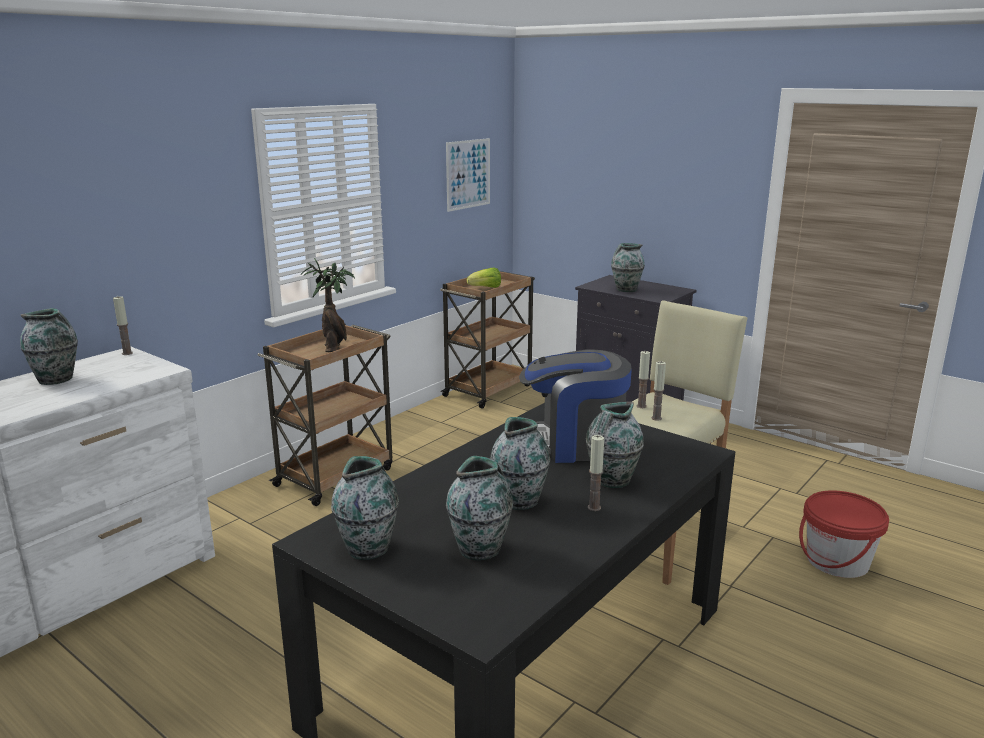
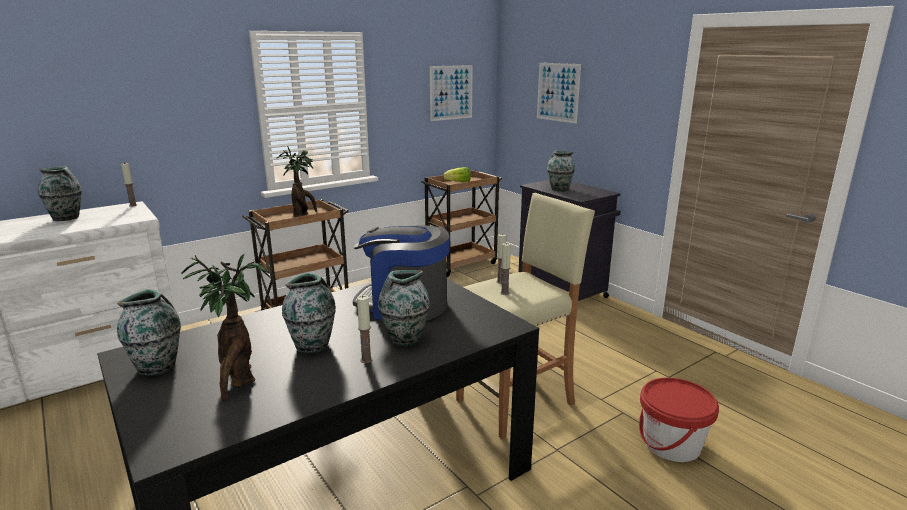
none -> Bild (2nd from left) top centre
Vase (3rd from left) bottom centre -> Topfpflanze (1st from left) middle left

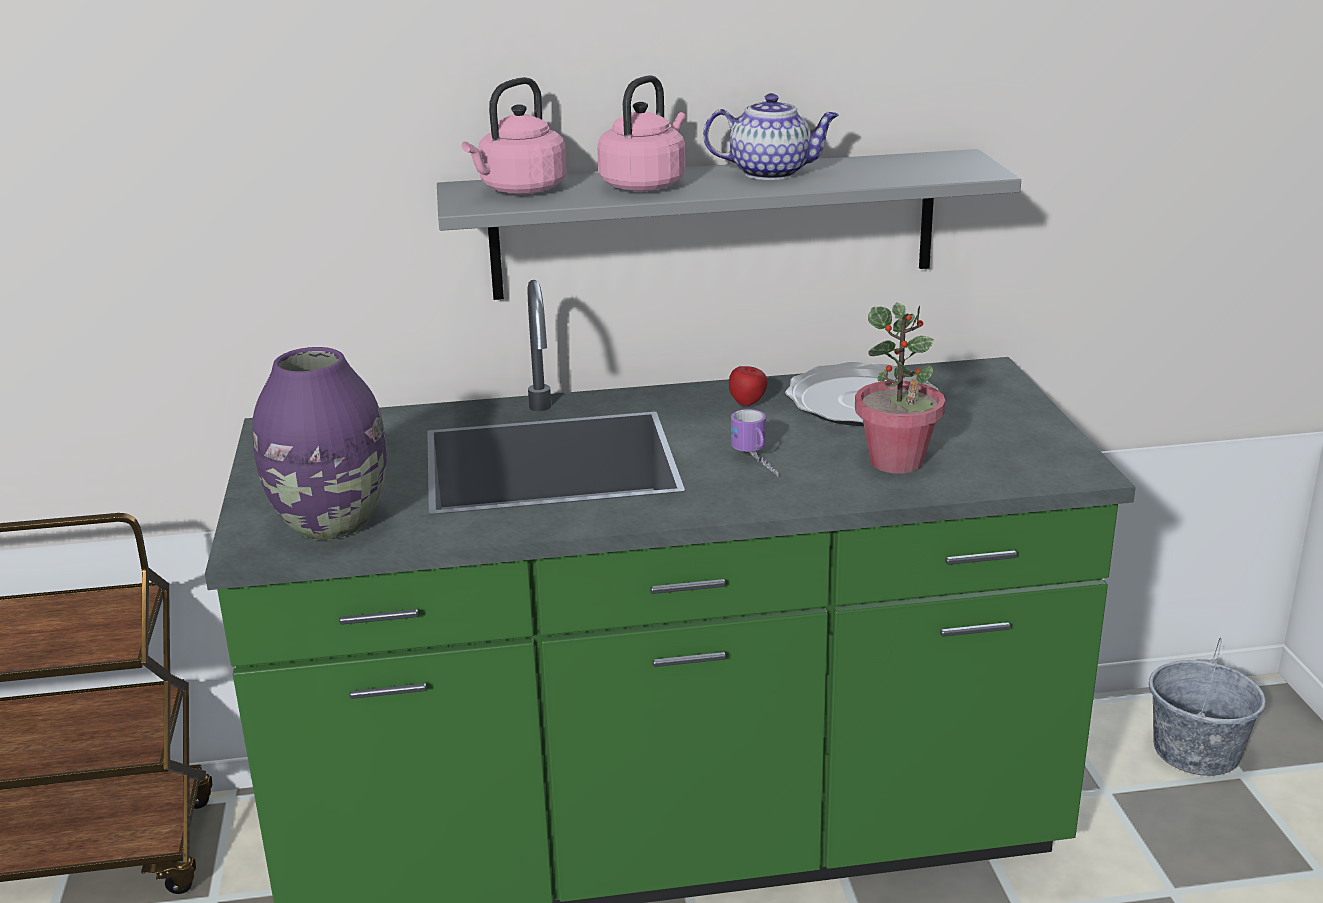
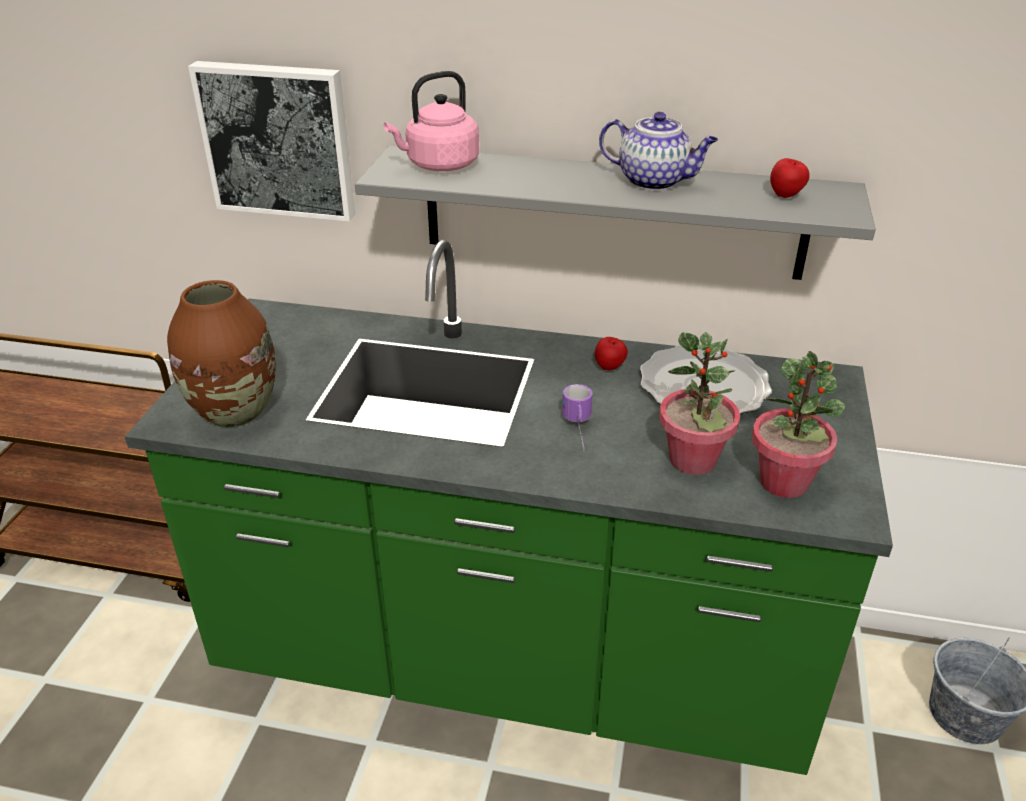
Wasserkessel/rosa (2nd from left) top centre -> none
none -> Bild top left
none -> Topfpflanze (2nd from left) middle right
none -> Apfel (2nd from left) top right
Vase/lila middle left -> Vase/braun middle left

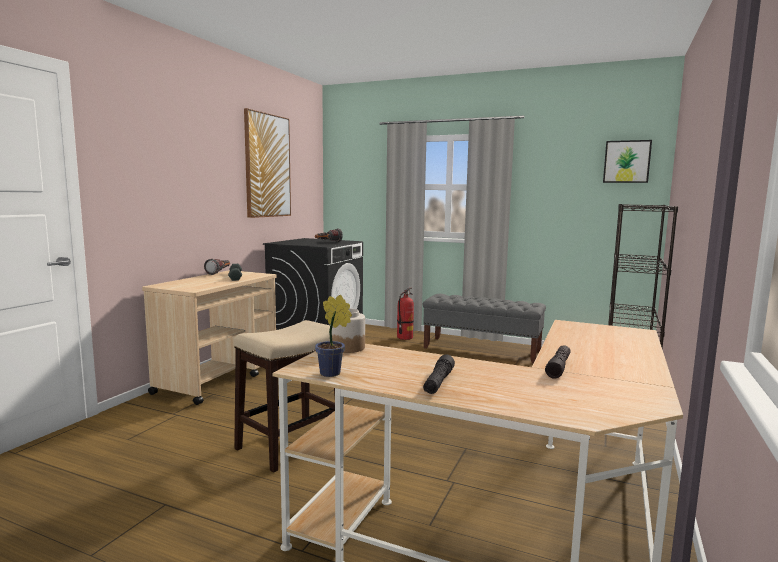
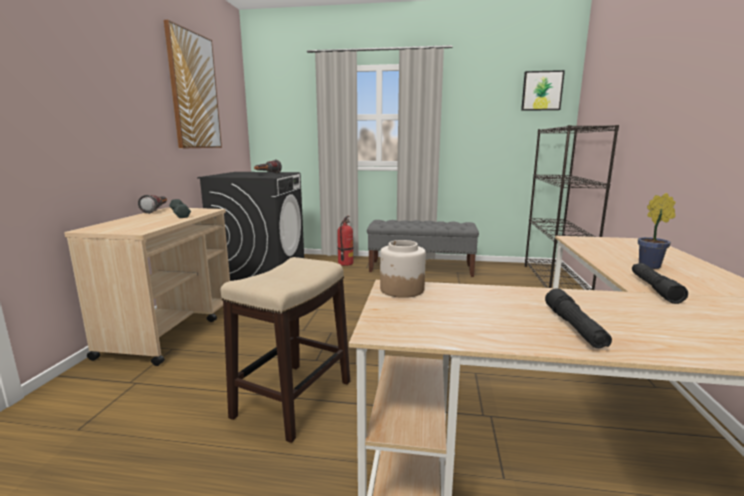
Topfpflanze centre -> Topfpflanze middle right, move

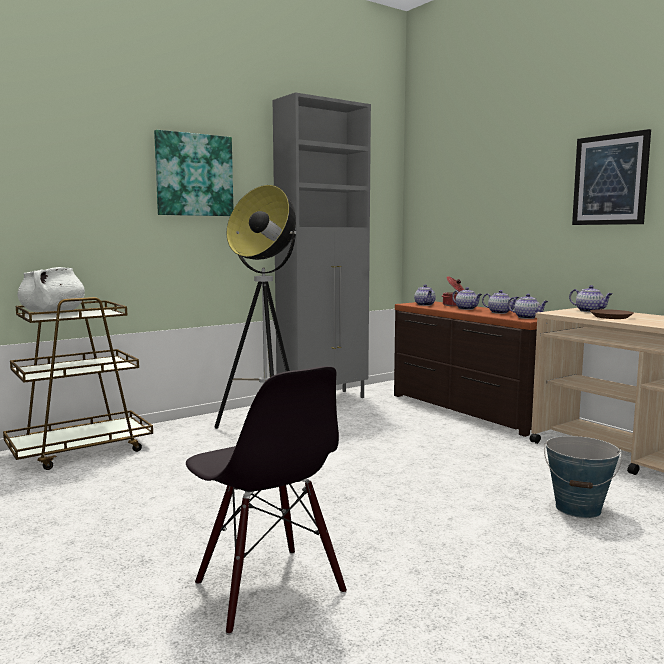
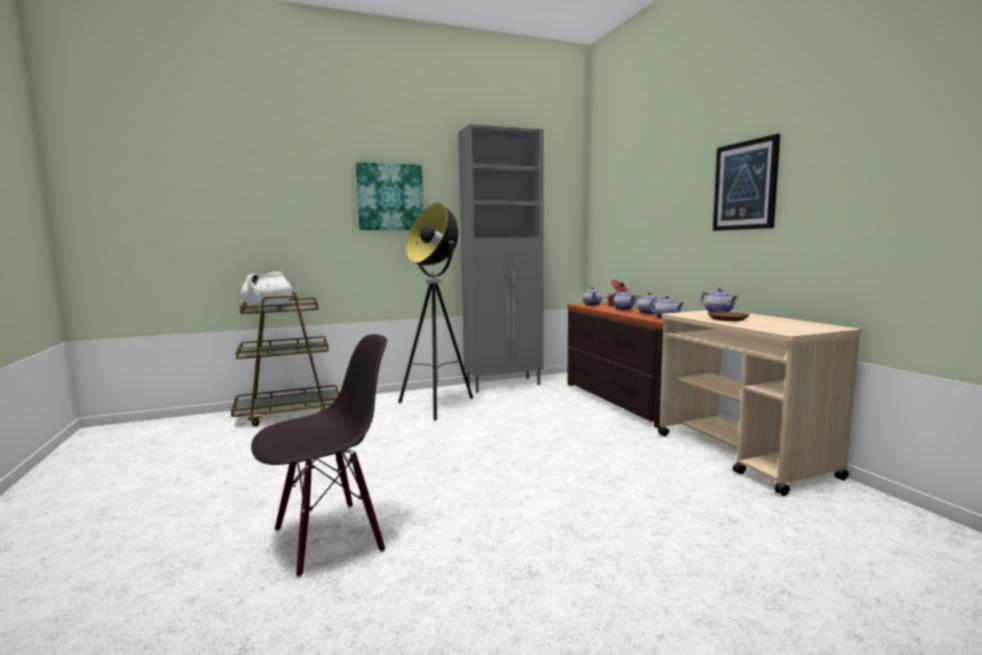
Eimer bottom right -> none
Stuhl/schwarz bottom centre -> Stuhl/schwarz bottom left, 105 degrees counterclockwise

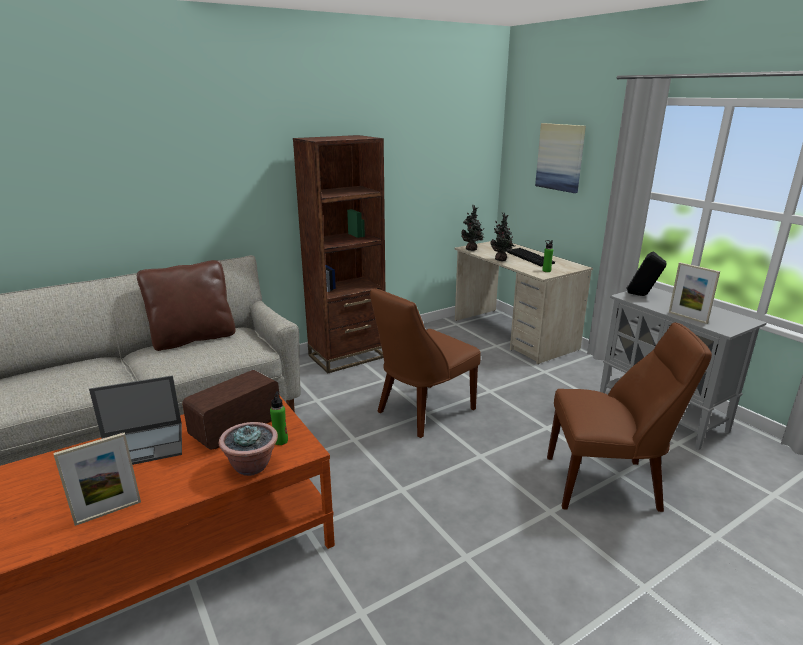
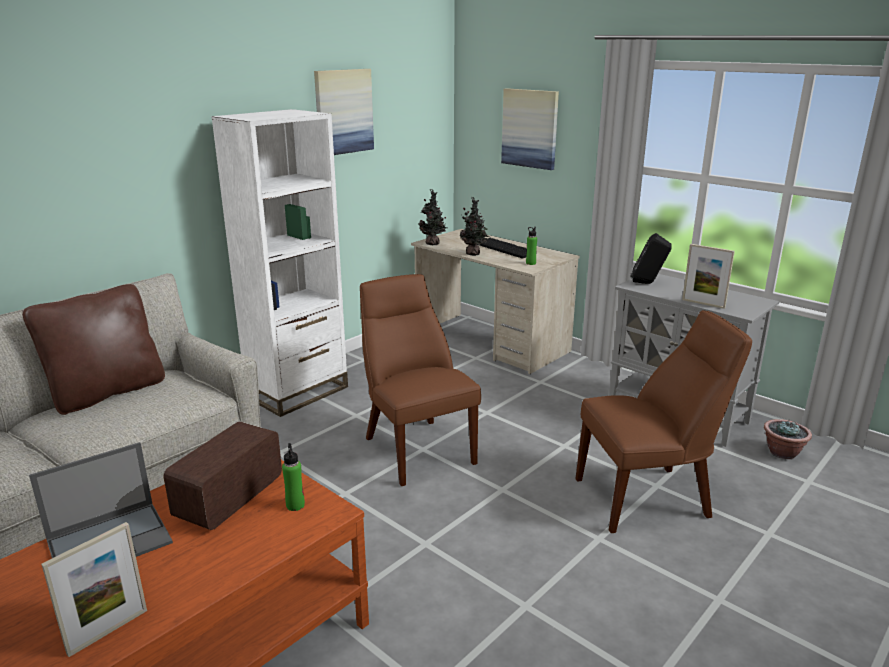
none -> Bild (1st from left) top centre
Topfpflanze (1st from left in the first image) bottom left -> Topfpflanze (3rd from left) middle right, move
Bücherregal/braun centre -> Bücherregal/weiß middle left
Stuhl/braun (1st from left) centre, 120 degrees clockwise

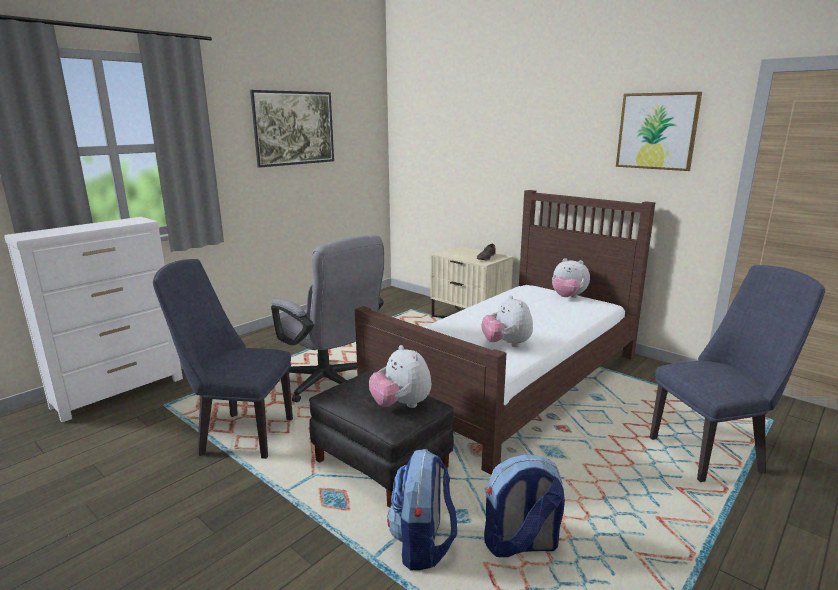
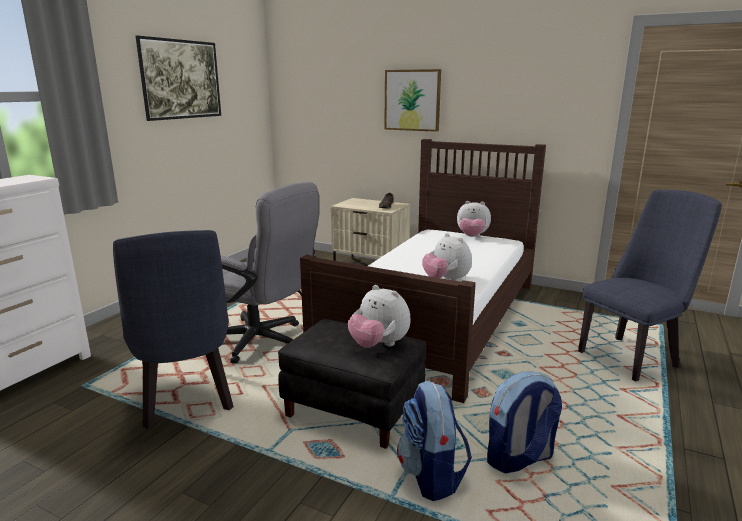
Bild (2nd from left) top right -> Bild (2nd from left) top centre, move
Stuhl/blau (1st from left) middle left, 105 degrees counterclockwise

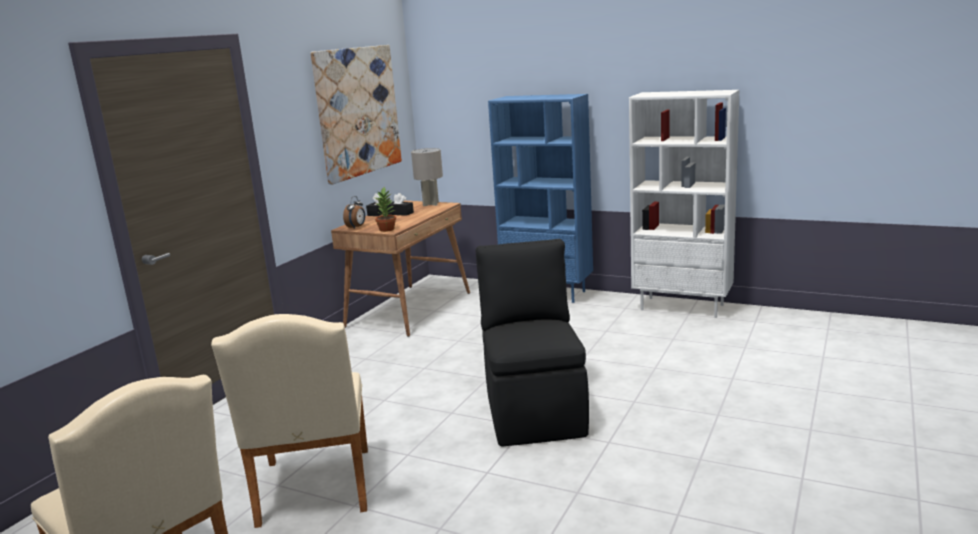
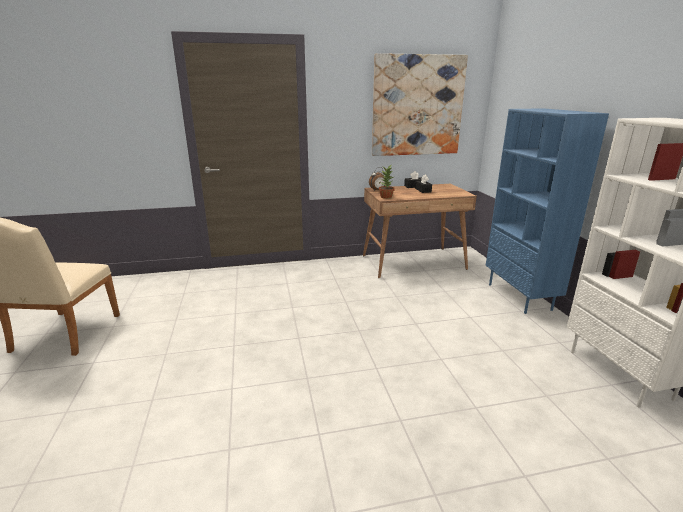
Stuhl/beige (2nd from left) bottom left -> none
Tischlampe/grau top centre -> none
Stuhl/schwarz centre -> none

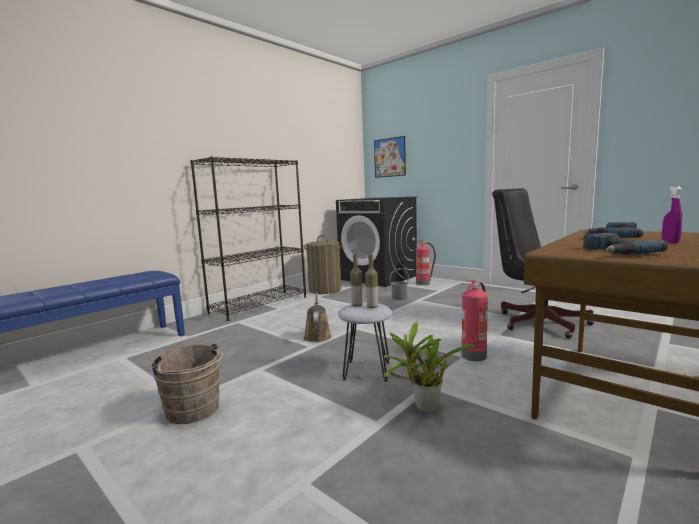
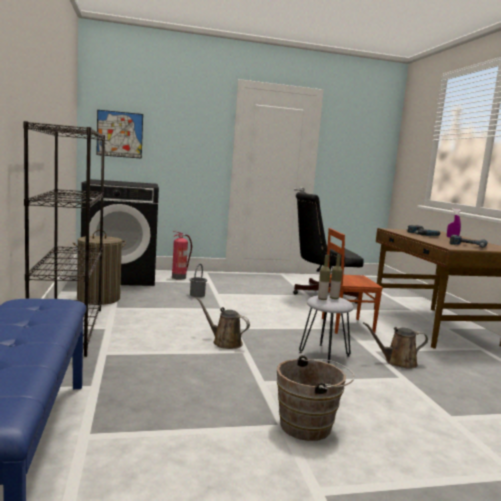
Topfpflanze bottom centre -> Gießkanne/braun (2nd from left) bottom right
Feuerlöscher (2nd from left) middle right -> Stuhl/braun middle right

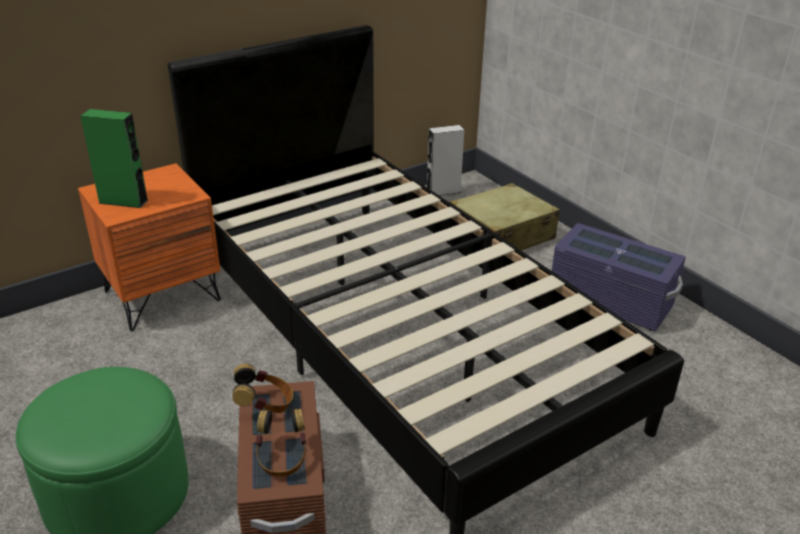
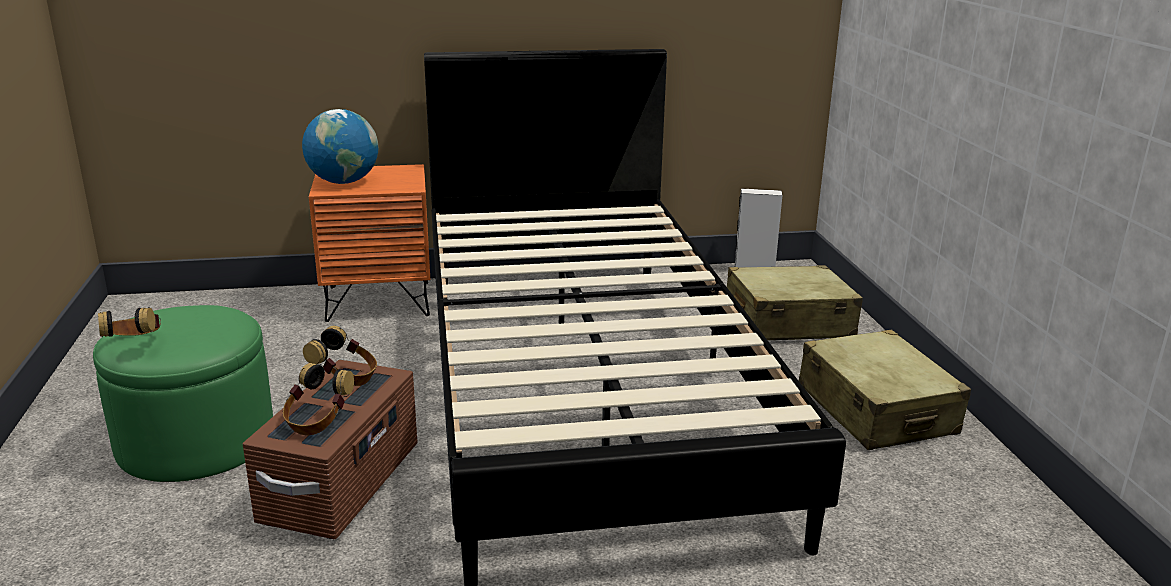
none -> Kopfhörer (1st from left) middle left
Lautsprecher/grün top left -> Globus top left
Aufbewahrungsbox/lila middle right -> Koffer/beige (2nd from left) middle right

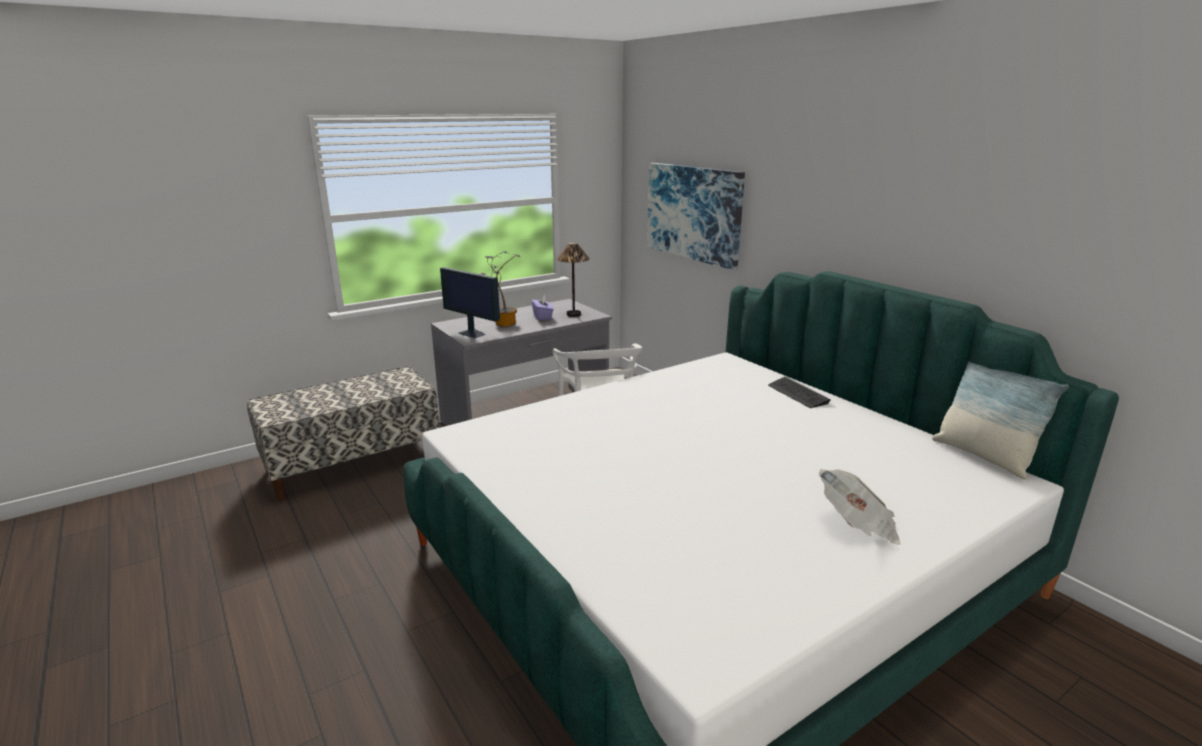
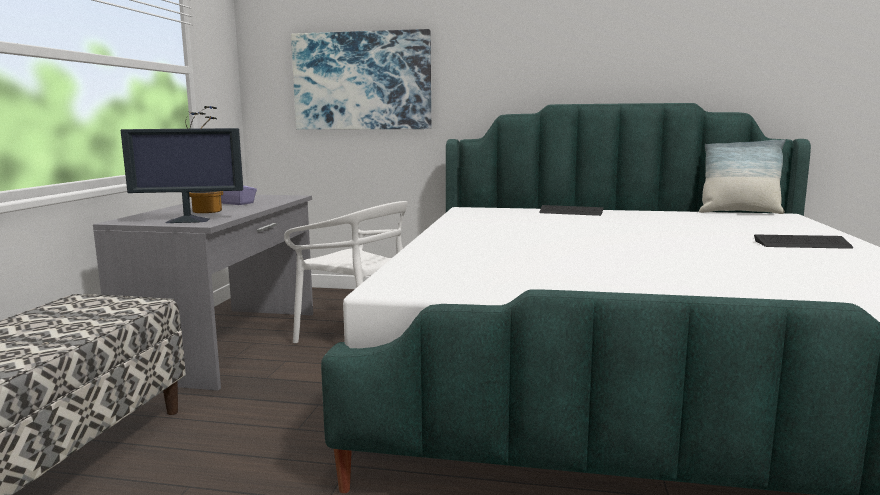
Tischlampe centre -> none
Zeitung bottom right -> Tastatur (2nd from left) middle right

